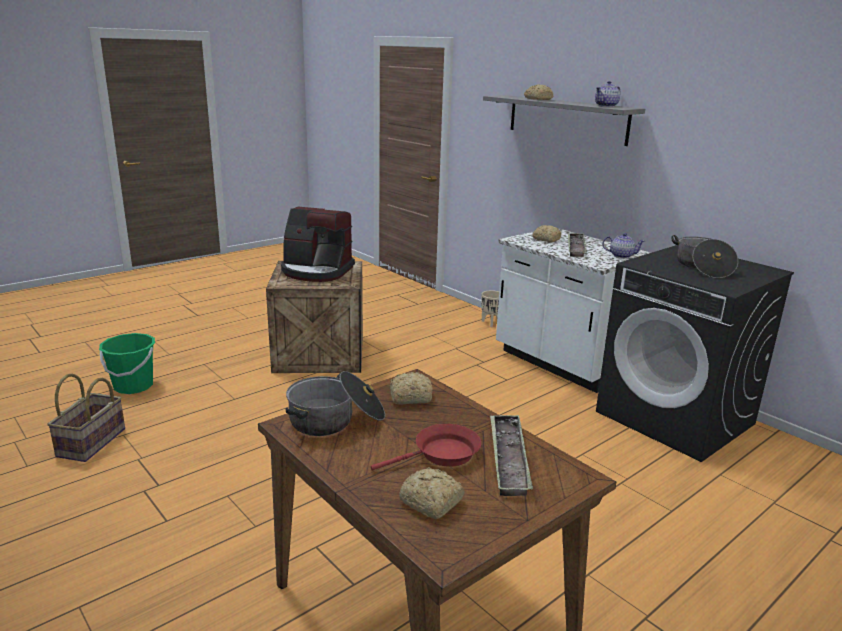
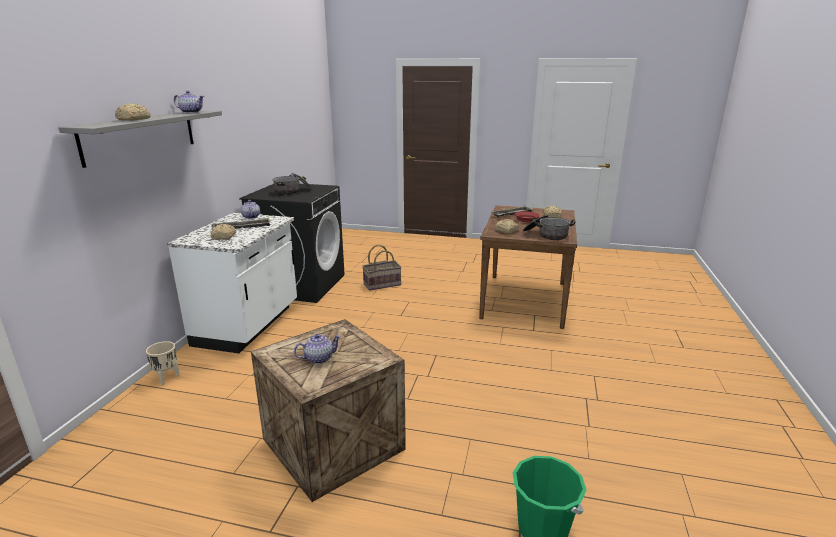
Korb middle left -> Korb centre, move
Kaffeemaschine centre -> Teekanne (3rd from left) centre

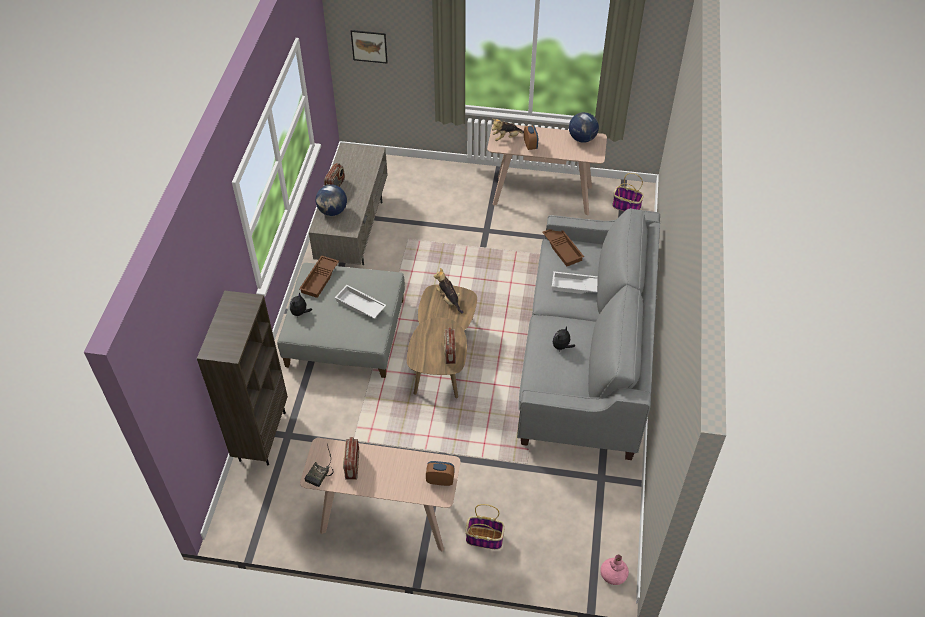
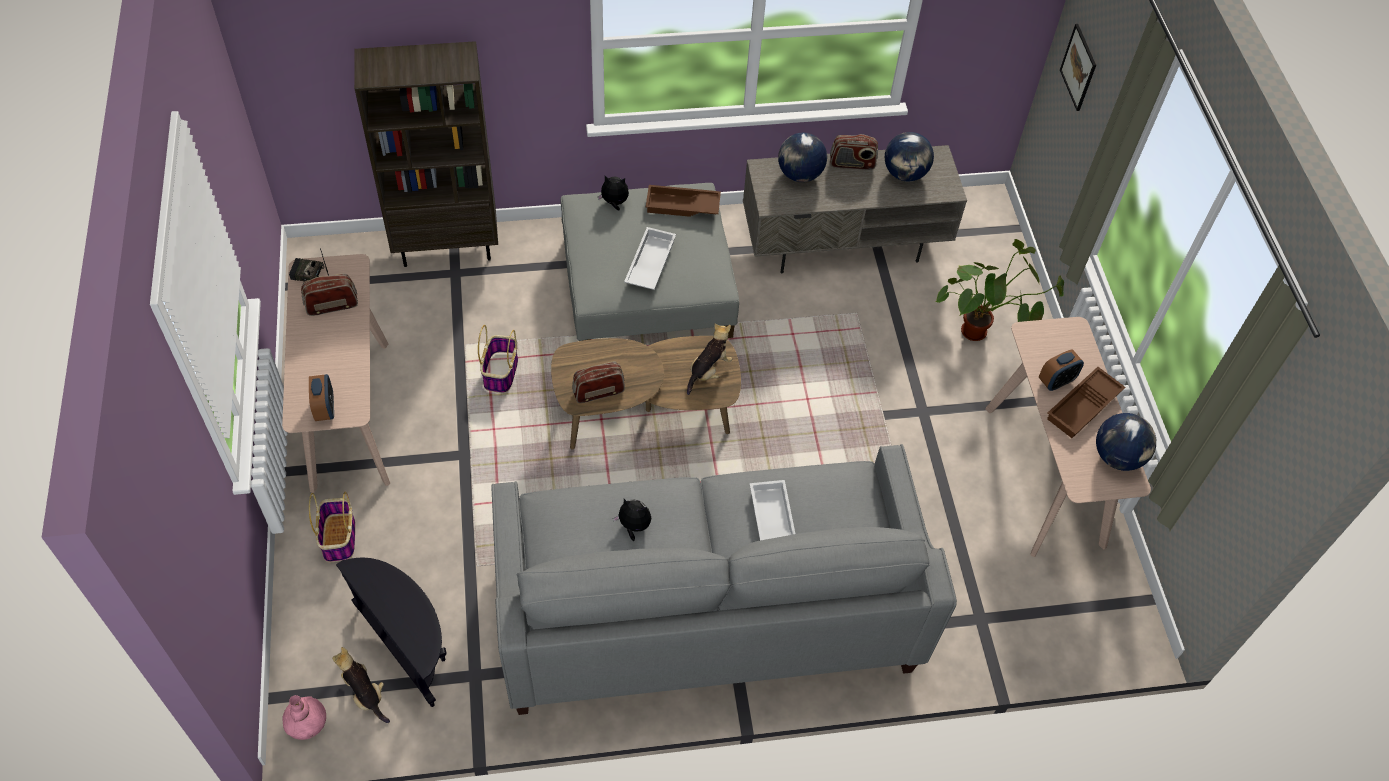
none -> Beistelltisch/schwarz bottom left
none -> Globus (2nd from left) top centre
none -> Topfpflanze middle right
Plüschtier (3rd from left in the first image) top centre -> Plüschtier (1st from left) bottom left, move
Tablett/braun (2nd from left) centre -> Tablett/braun (2nd from left) middle right, move
Korb (2nd from left) top right -> Korb (2nd from left) centre, move

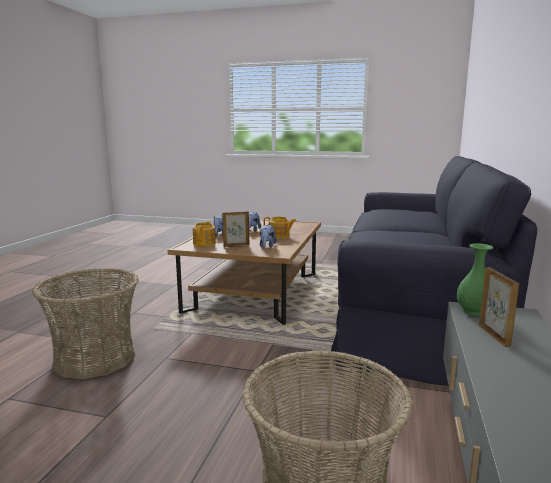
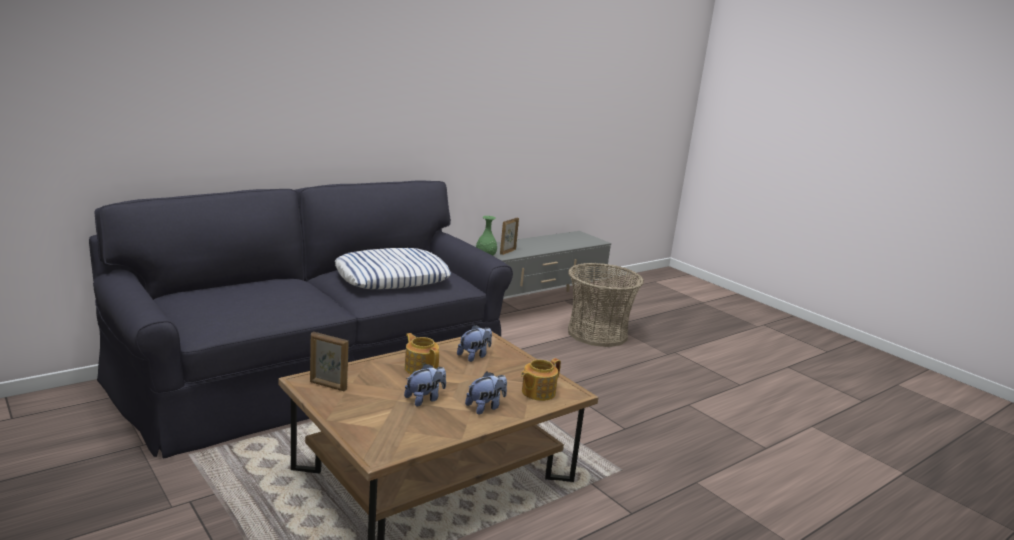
Korb (1st from left) bottom left -> none
none -> Kissen centre
Bilderrahmen (1st from left) centre -> Bilderrahmen (1st from left) bottom left, move

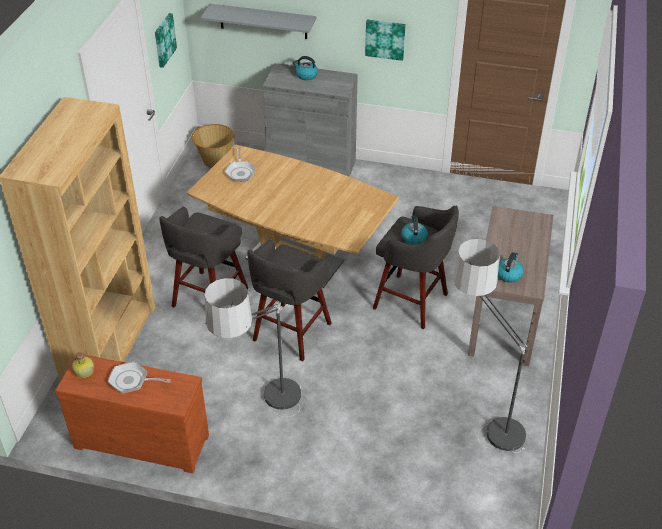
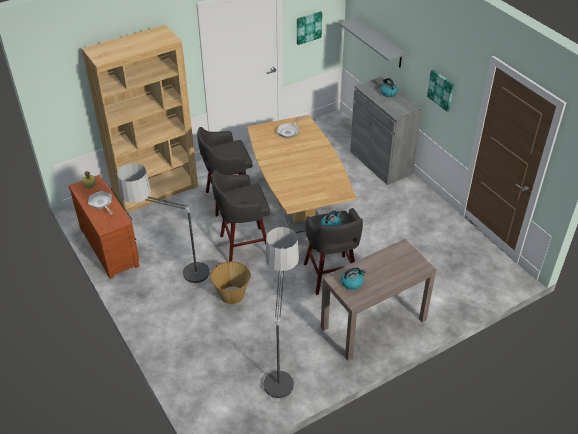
Korb top left -> Korb centre, move

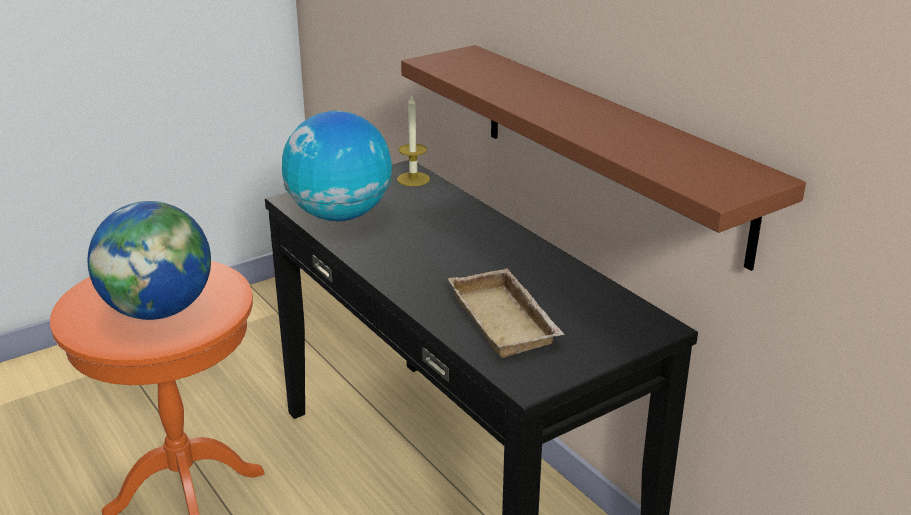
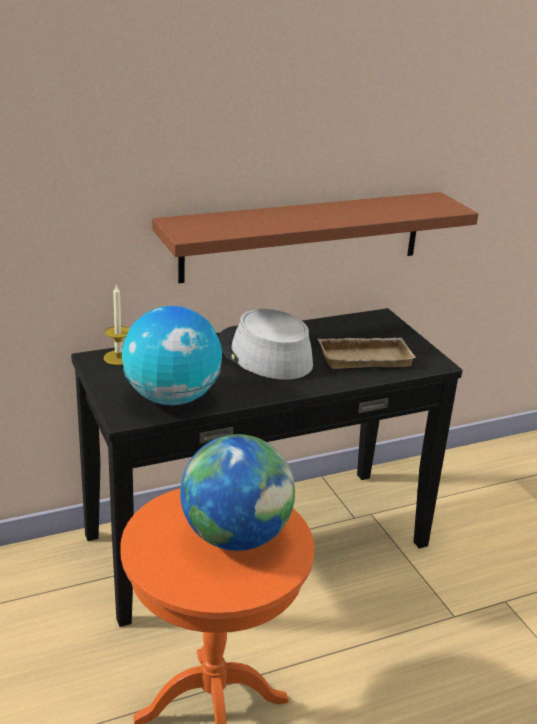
none -> Hut/grau centre

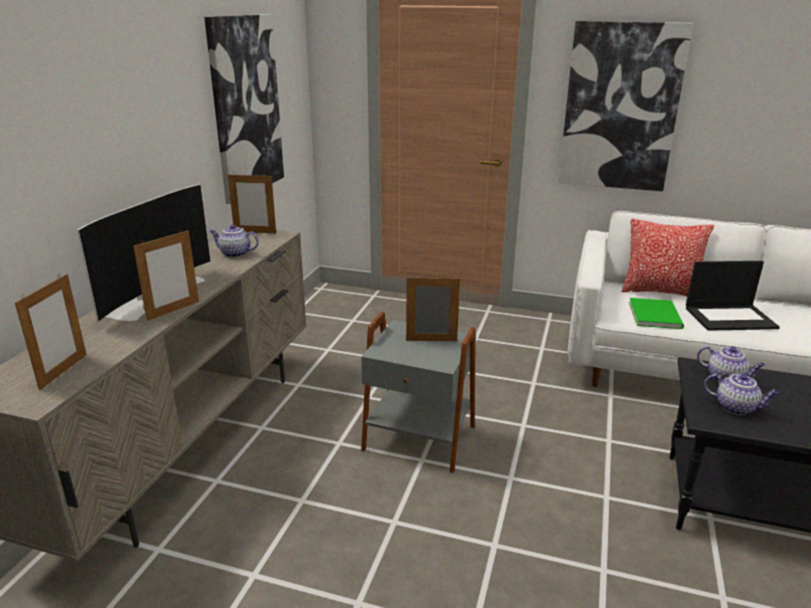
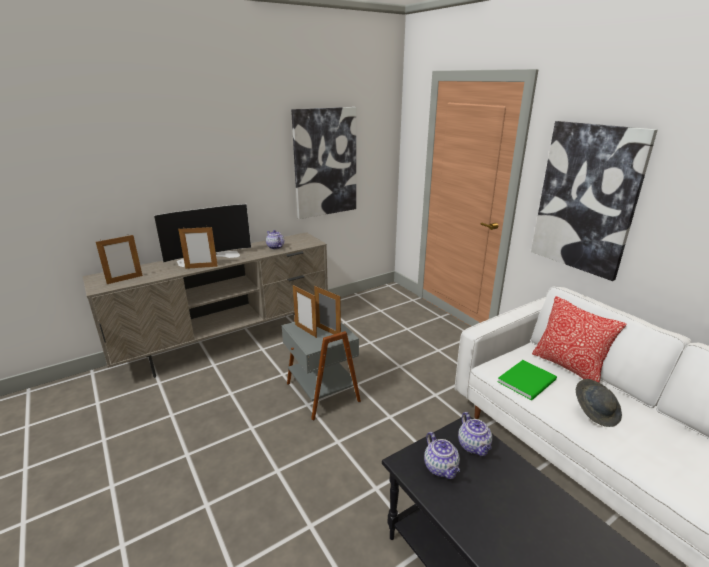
Bilderrahmen (3rd from left) middle left -> Bilderrahmen (3rd from left) centre, move
Laptop middle right -> Hut/grau bottom right

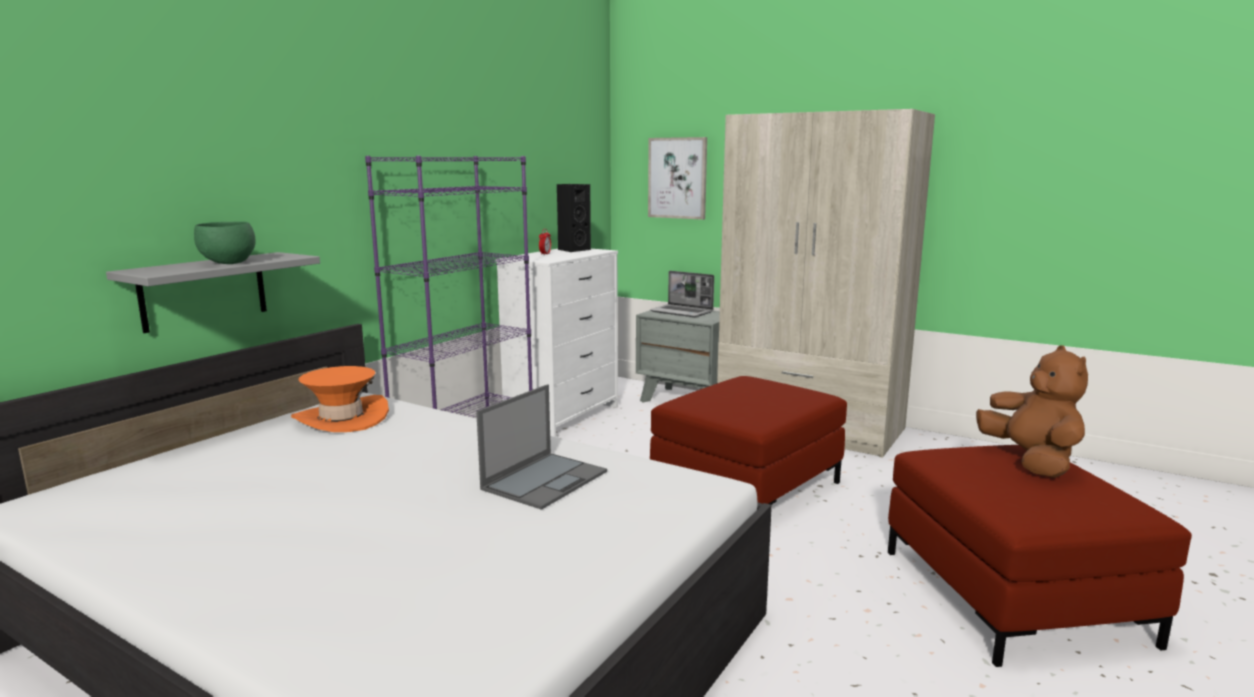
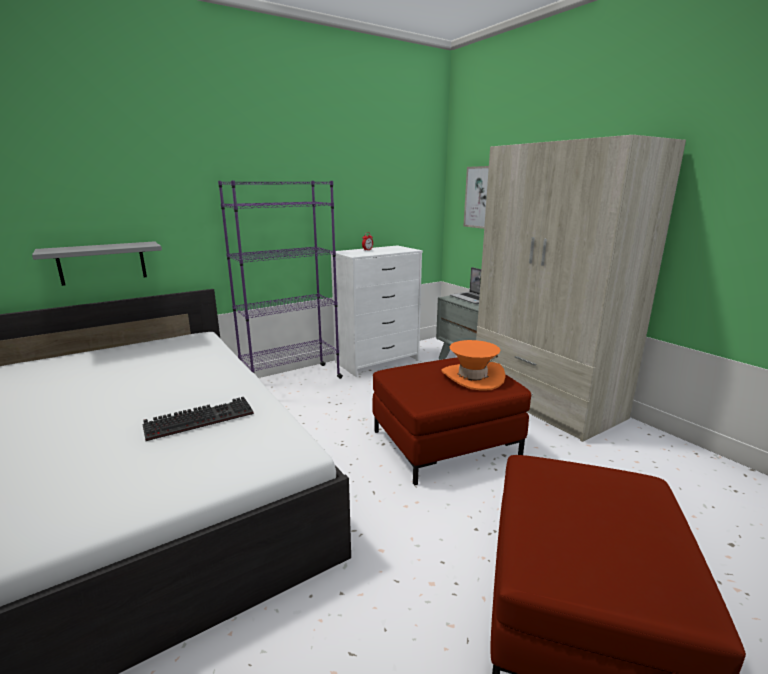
Schüssel/grün middle left -> none
Lautsprecher/schwarz top centre -> none
Plüschtier/braun middle right -> none
Hut/orange middle left -> Hut/orange centre, move
Laptop (1st from left) centre -> Tastatur middle left

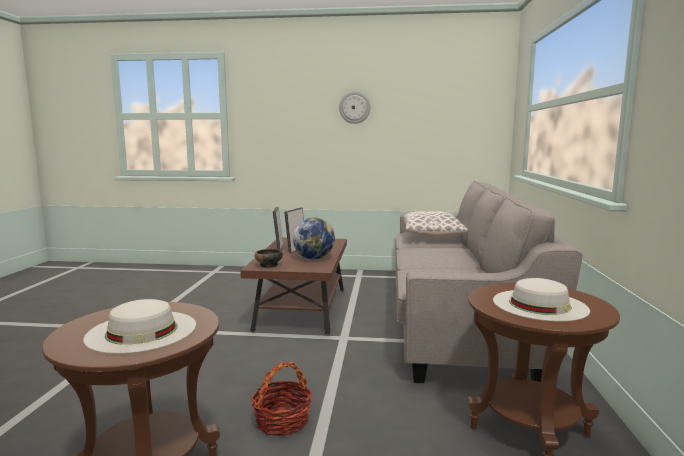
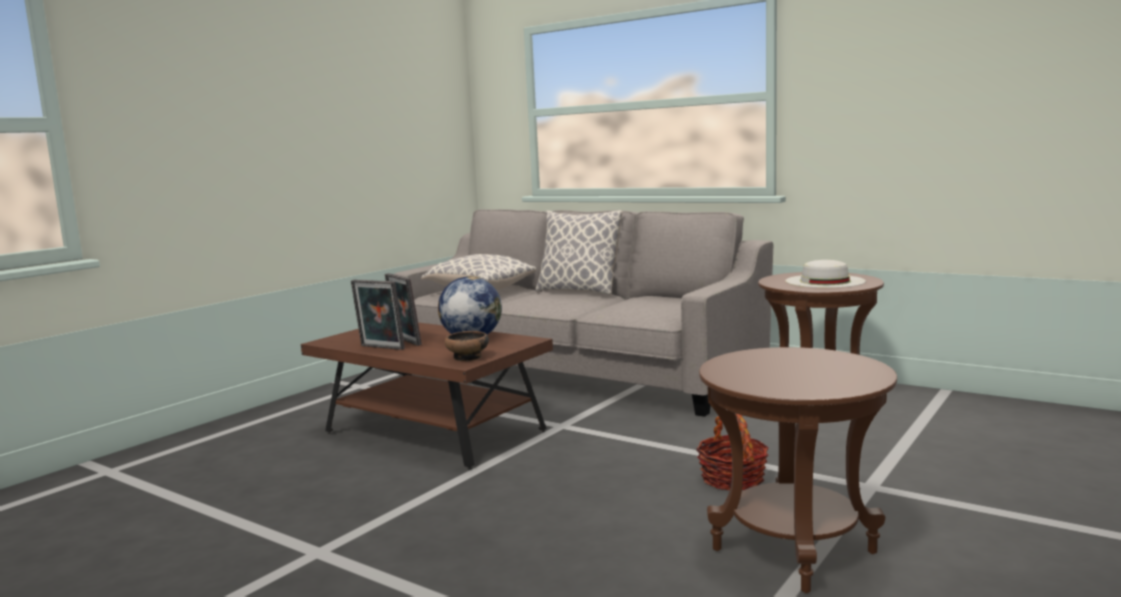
Hut/weiß (1st from left) bottom left -> none
Wanduhr top centre -> none
none -> Kissen (2nd from left) centre

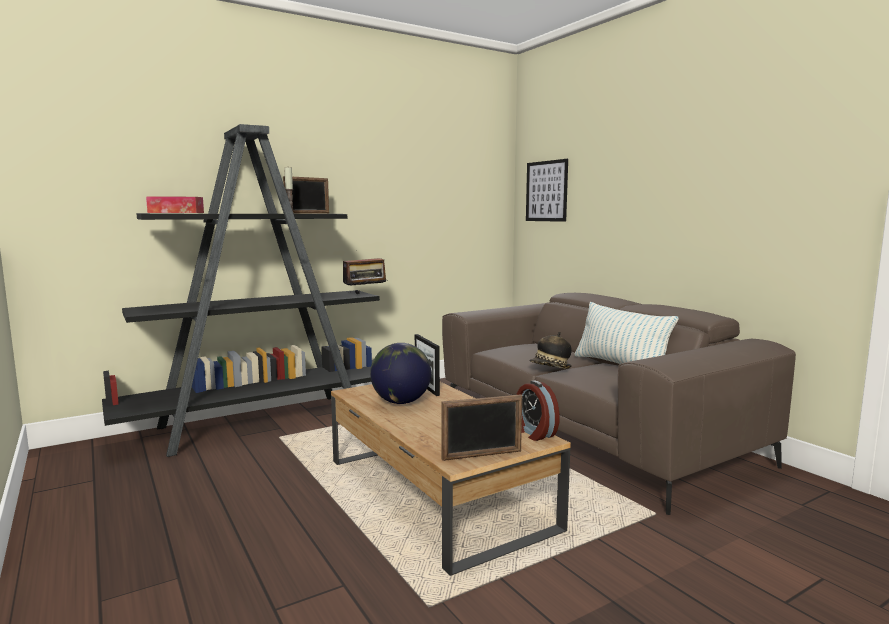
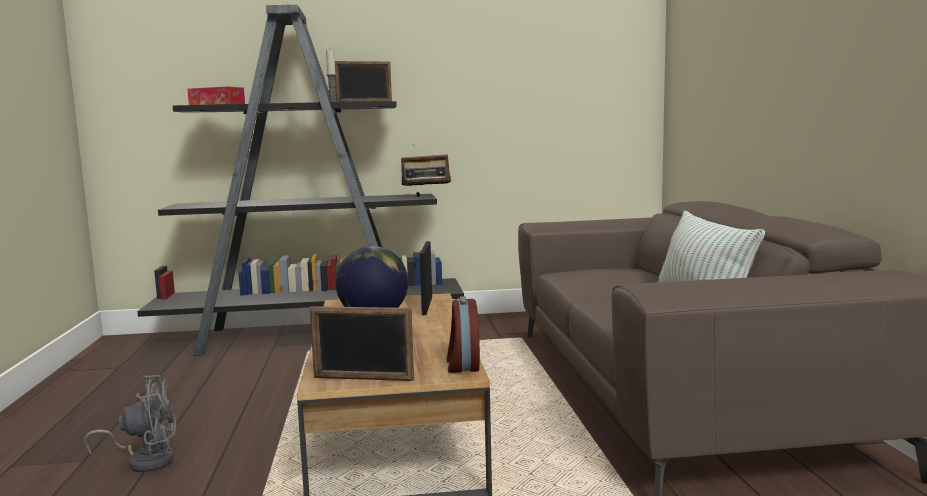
Bild top centre -> none
Hut centre -> none
none -> Ventilator/grau bottom left

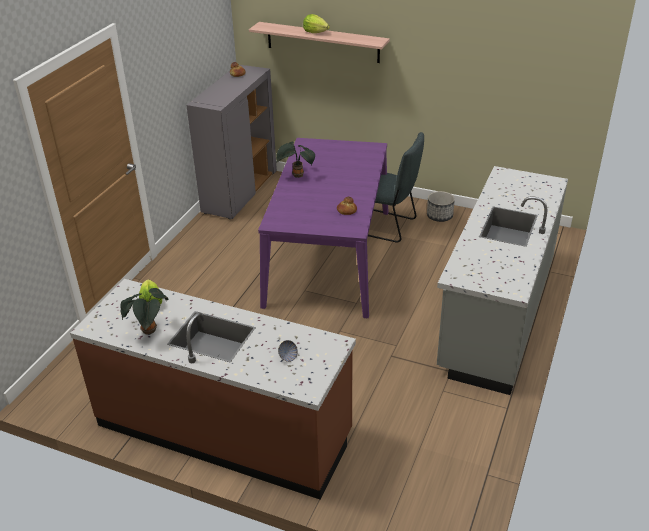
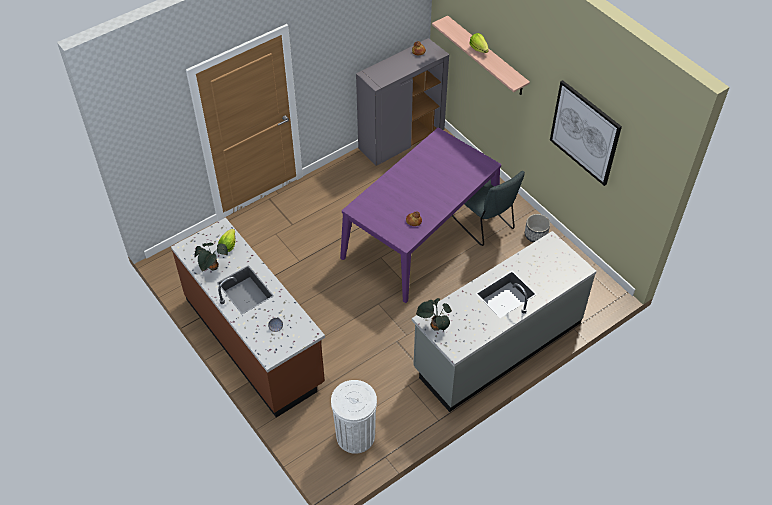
none -> Mülleimer/weiß bottom centre
none -> Bild top right
Topfpflanze (2nd from left) top centre -> Topfpflanze (2nd from left) centre, move

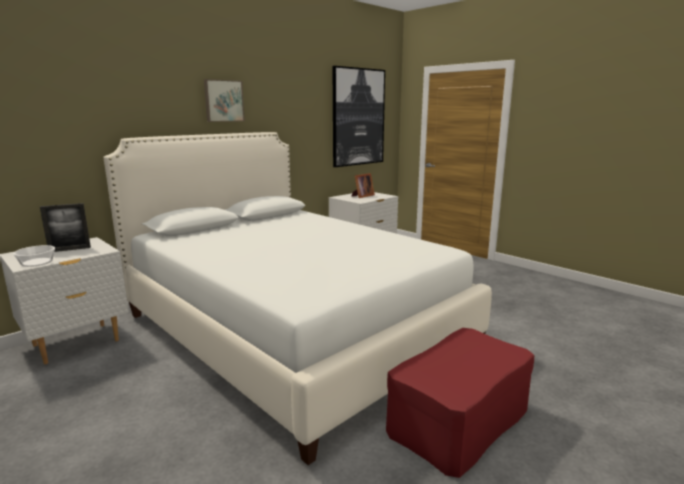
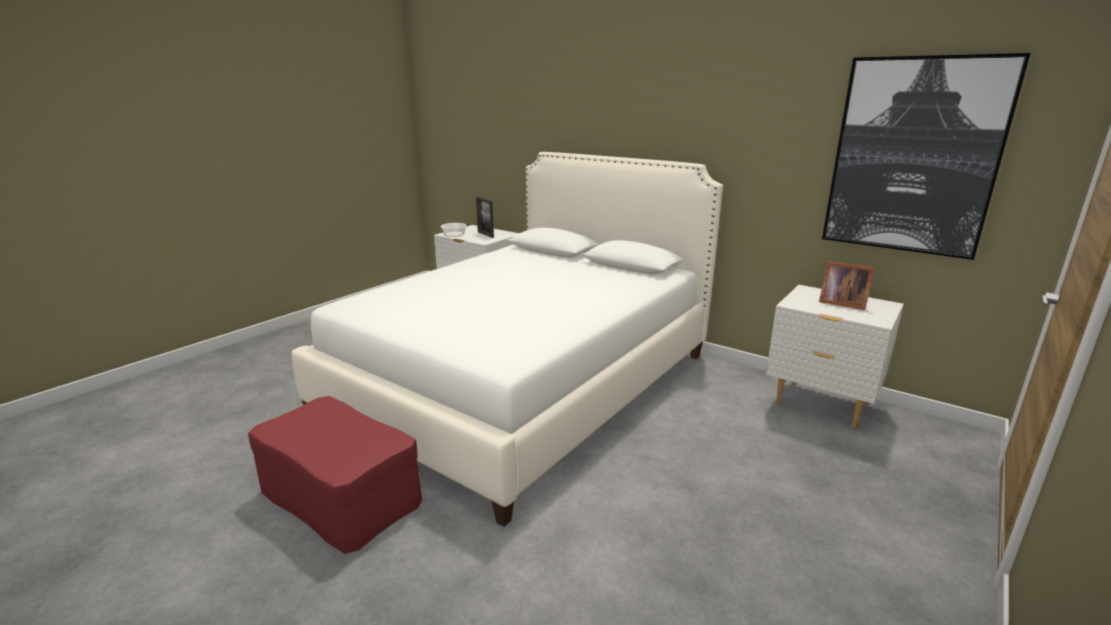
Bild (1st from left) top left -> none

